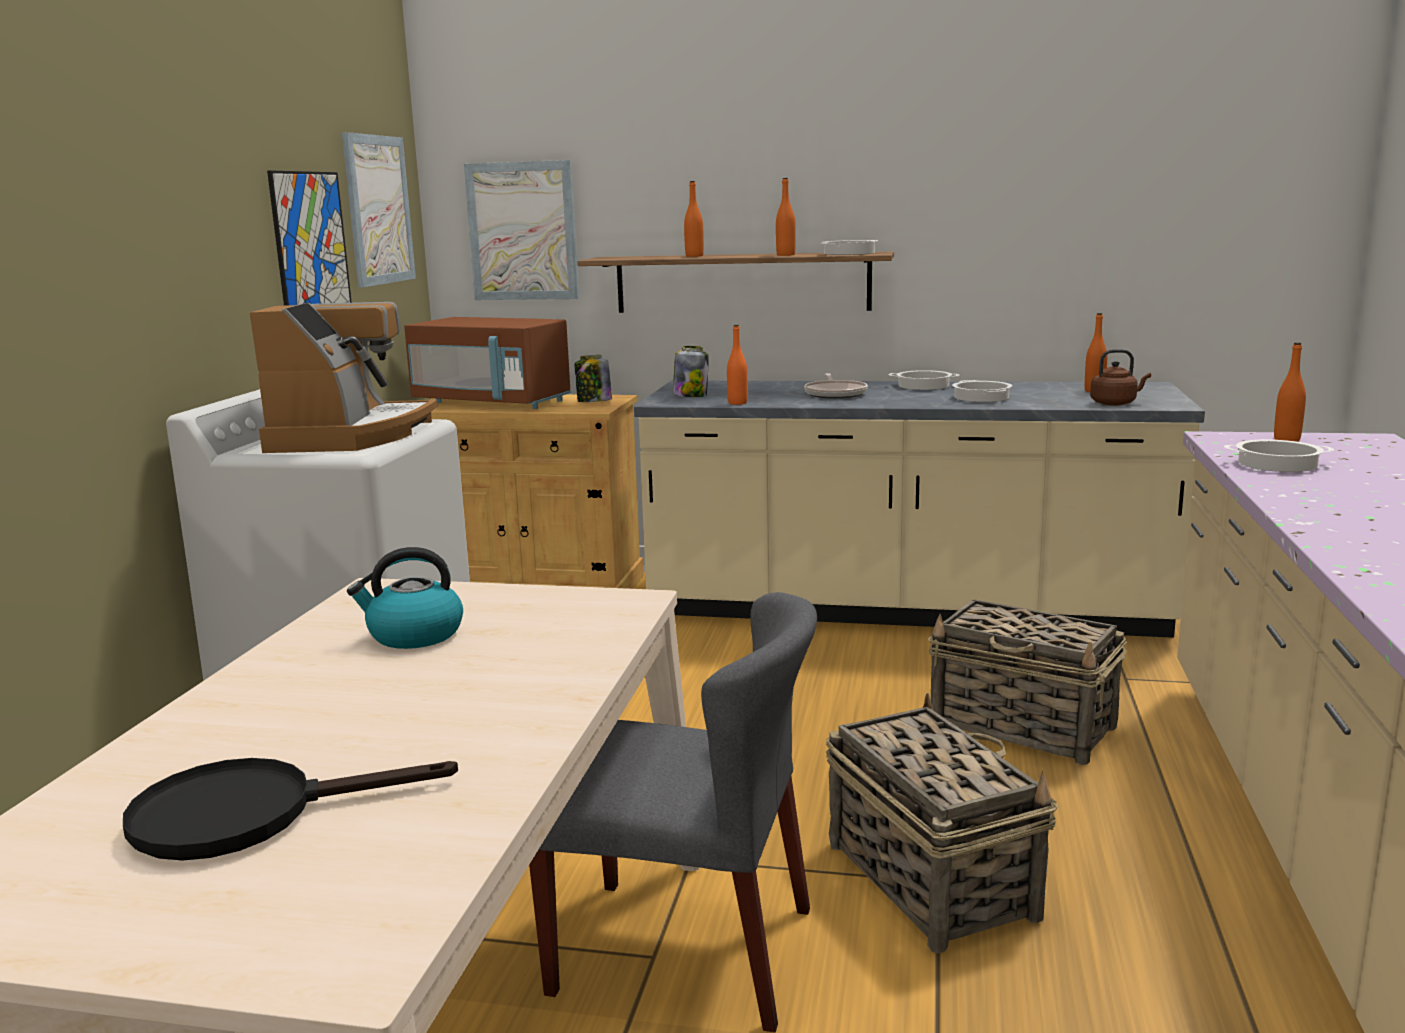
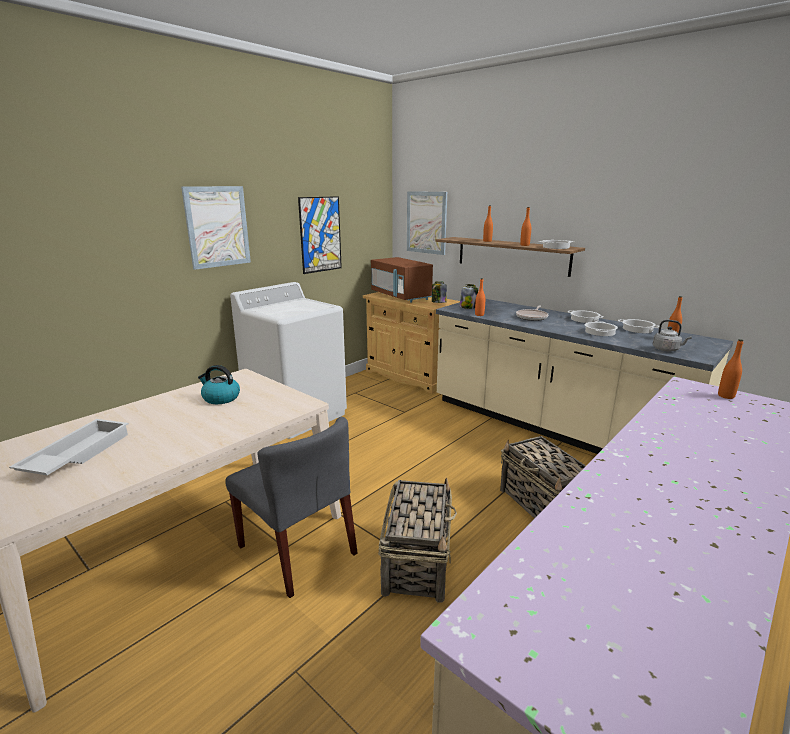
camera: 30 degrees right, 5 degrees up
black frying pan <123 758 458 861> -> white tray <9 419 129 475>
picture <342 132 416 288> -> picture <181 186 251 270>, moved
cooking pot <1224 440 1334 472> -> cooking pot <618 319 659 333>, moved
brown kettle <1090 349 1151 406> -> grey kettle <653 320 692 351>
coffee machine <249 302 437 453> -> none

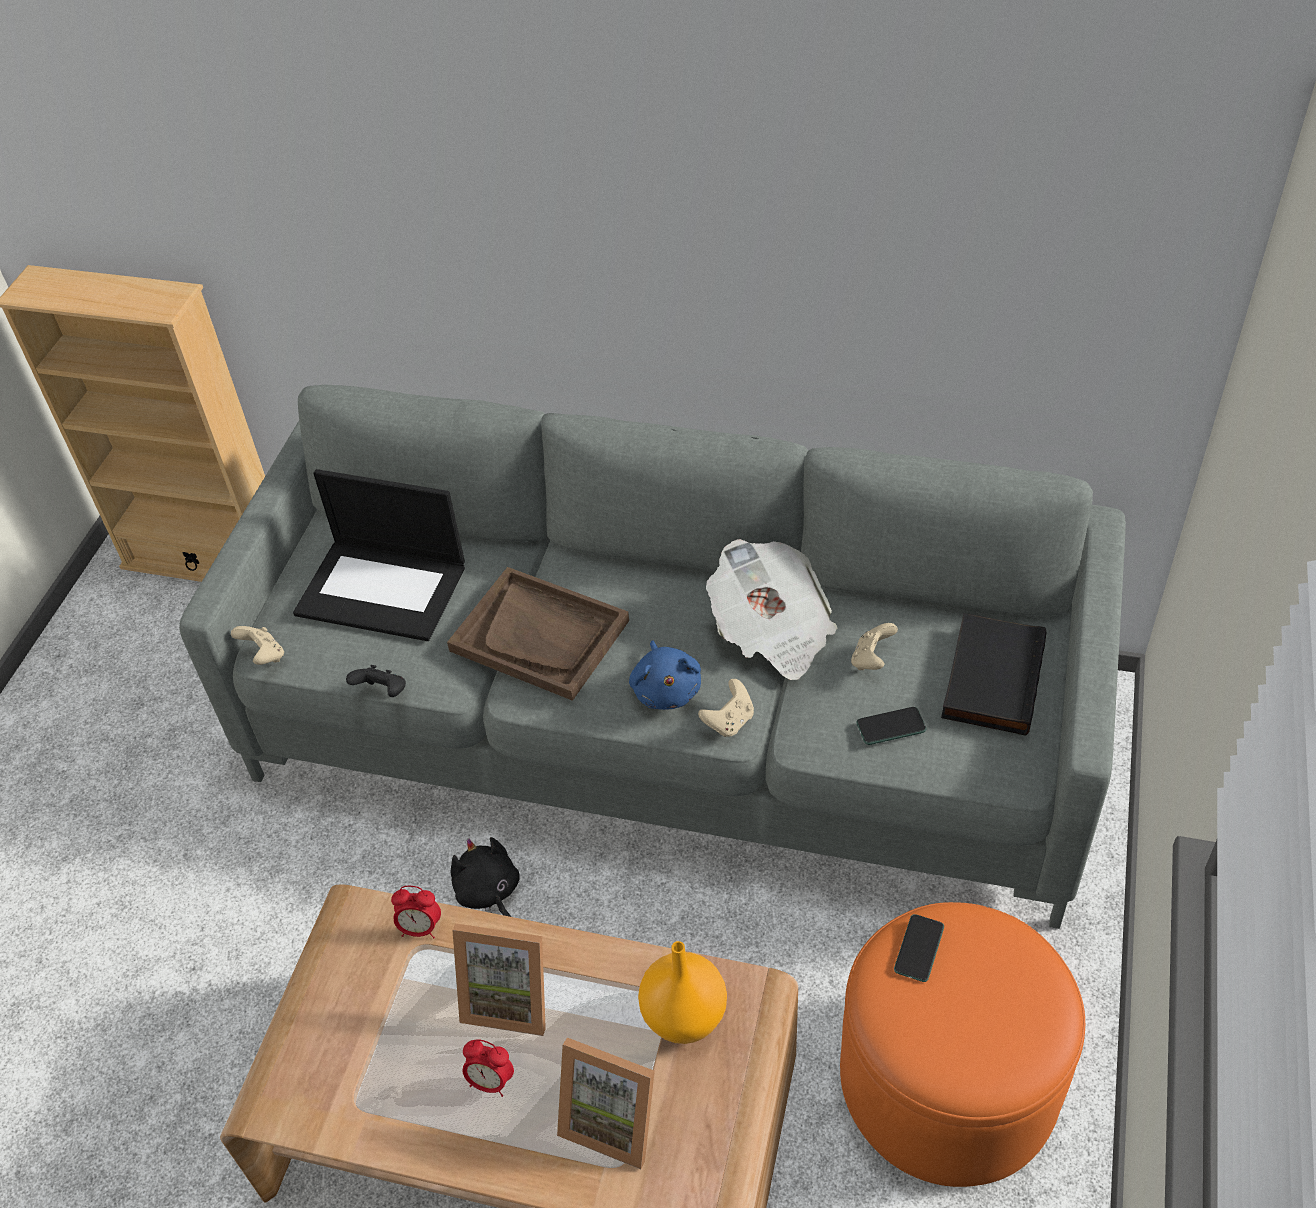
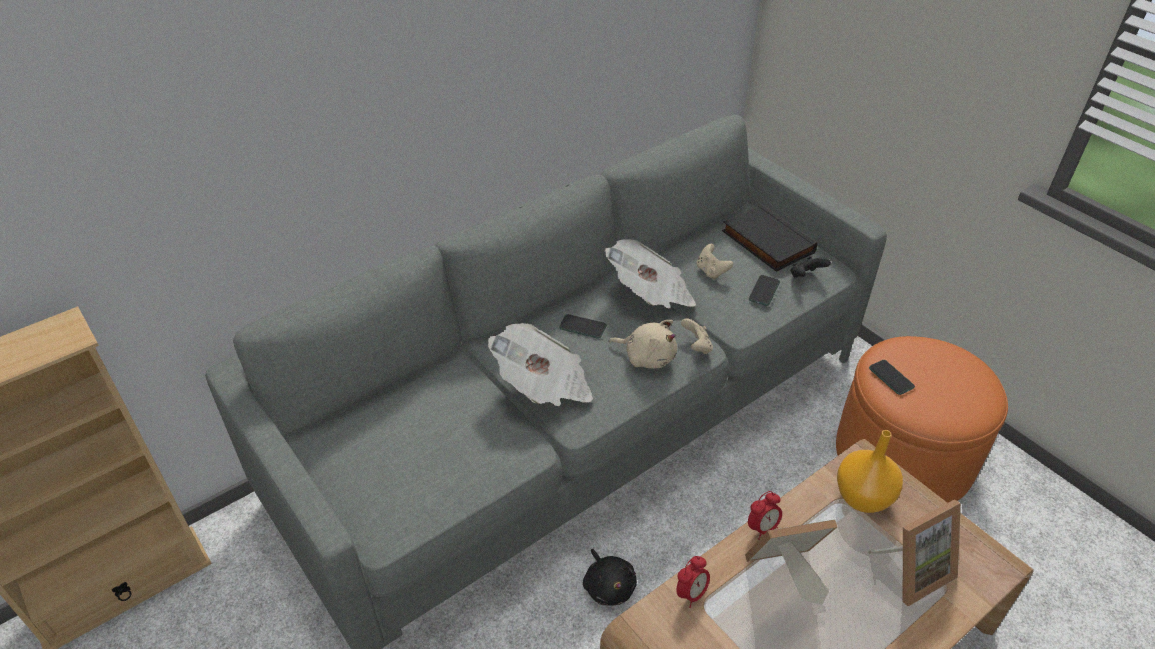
camera: 55 degrees left, 5 degrees down
brown tray <447 567 629 701> -> newspaper <488 323 593 406>
none -> phone <559 314 607 339>
black plush toy <451 837 520 917> -> black plush toy <583 549 637 606>, 120 degrees counterclockwise
blue plush toy <629 641 701 710> -> beige plush toy <609 320 677 368>
picture frame <452 924 546 1036> -> picture frame <745 520 837 605>, 150 degrees counterclockwise
alarm clock <463 1039 514 1097> -> alarm clock <748 491 782 540>, moved
black game controller <346 665 406 697> -> black game controller <791 257 831 278>, moved
beige game controller <231 626 284 665> -> none
laptop <293 469 465 641> -> none

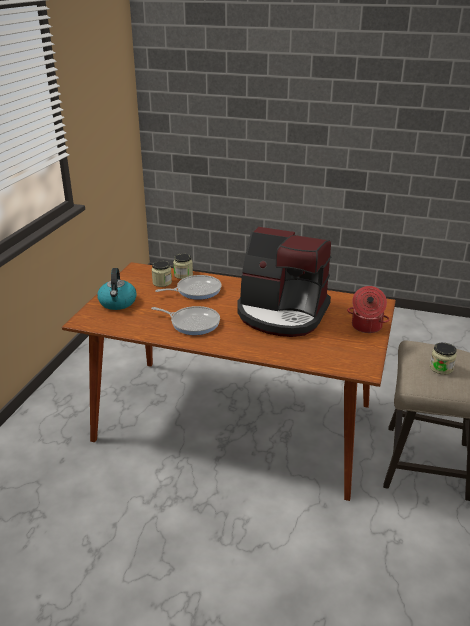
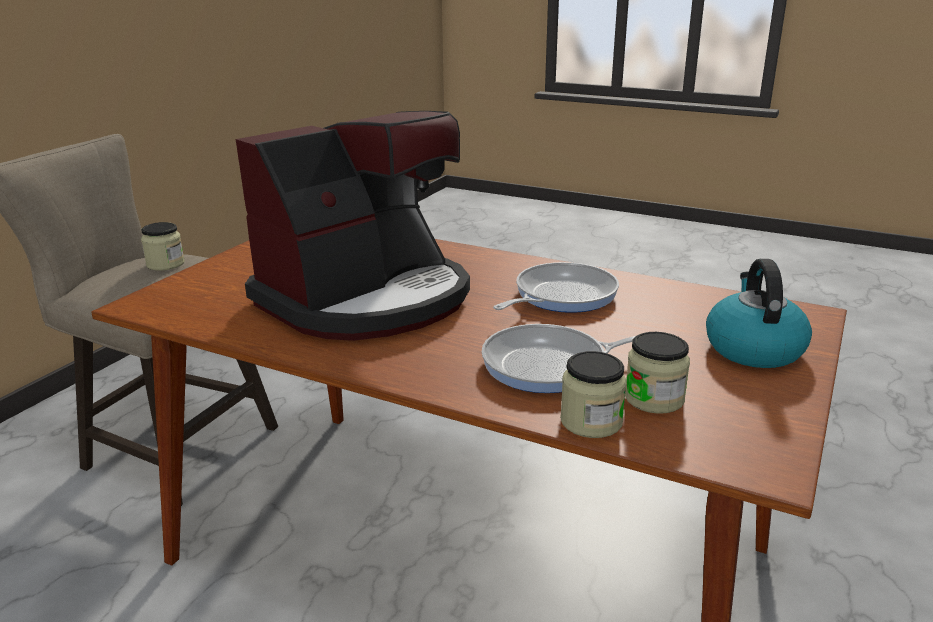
camera: 170 degrees left, 5 degrees down
coffee machine <238 227 331 337> -> coffee machine <236 111 470 341>, 105 degrees clockwise
frying pan <151 306 220 335> -> frying pan <493 262 619 313>, 105 degrees clockwise
cooking pot <347 286 390 333> -> none

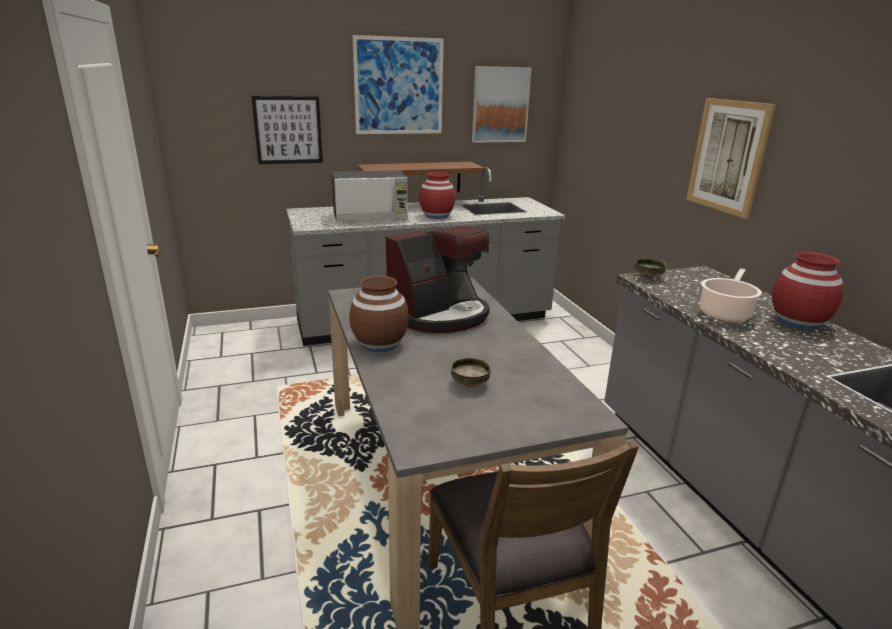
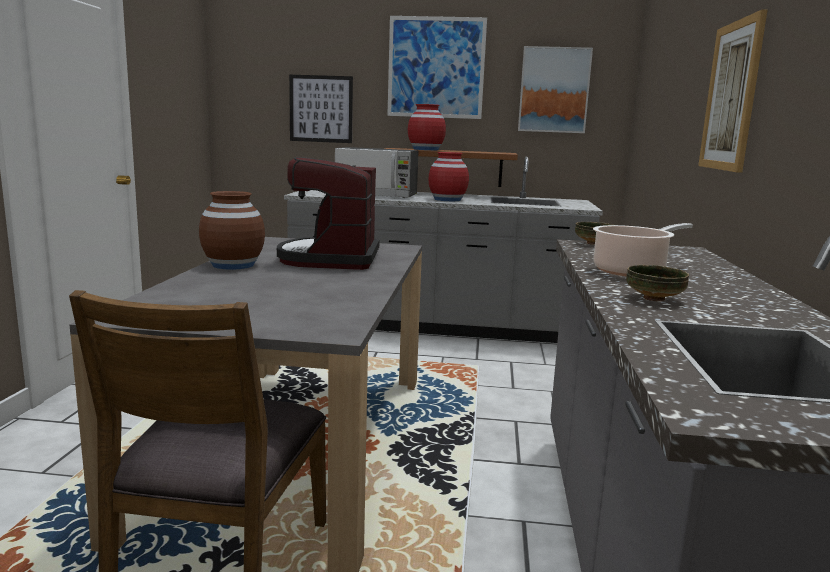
camera: 25 degrees right, 10 degrees down
coffee machine <386 226 490 333> -> coffee machine <277 157 379 270>, 105 degrees clockwise
red vase <772 252 844 330> -> red vase <408 104 446 150>, moved
bowl <451 357 491 387> -> bowl <626 265 689 301>, moved

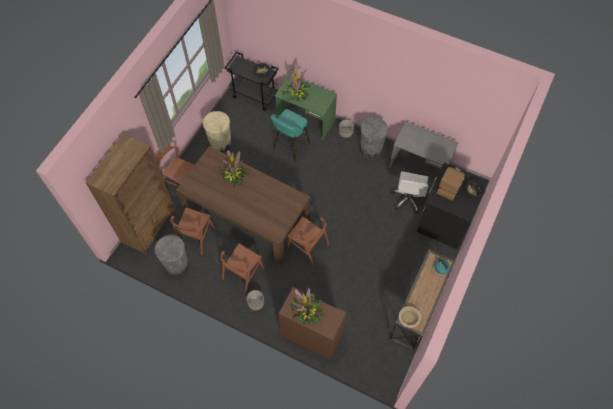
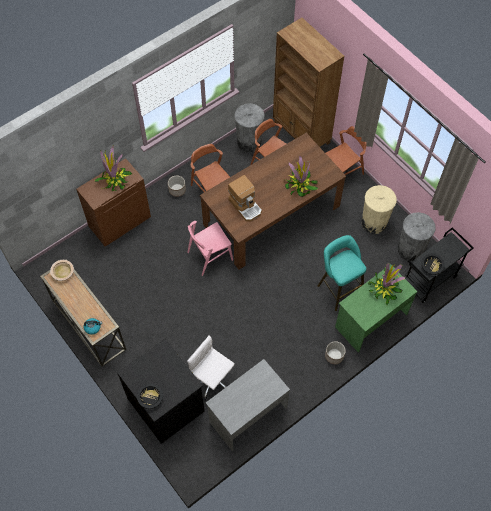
camera: 115 degrees right, 0 degrees up
brown chair <287 217 329 266> -> pink chair <187 221 233 276>
coffee machine <437 167 465 201> -> coffee machine <228 175 262 221>, moved
grey trash can <360 117 388 160> -> grey trash can <398 212 436 261>, moved

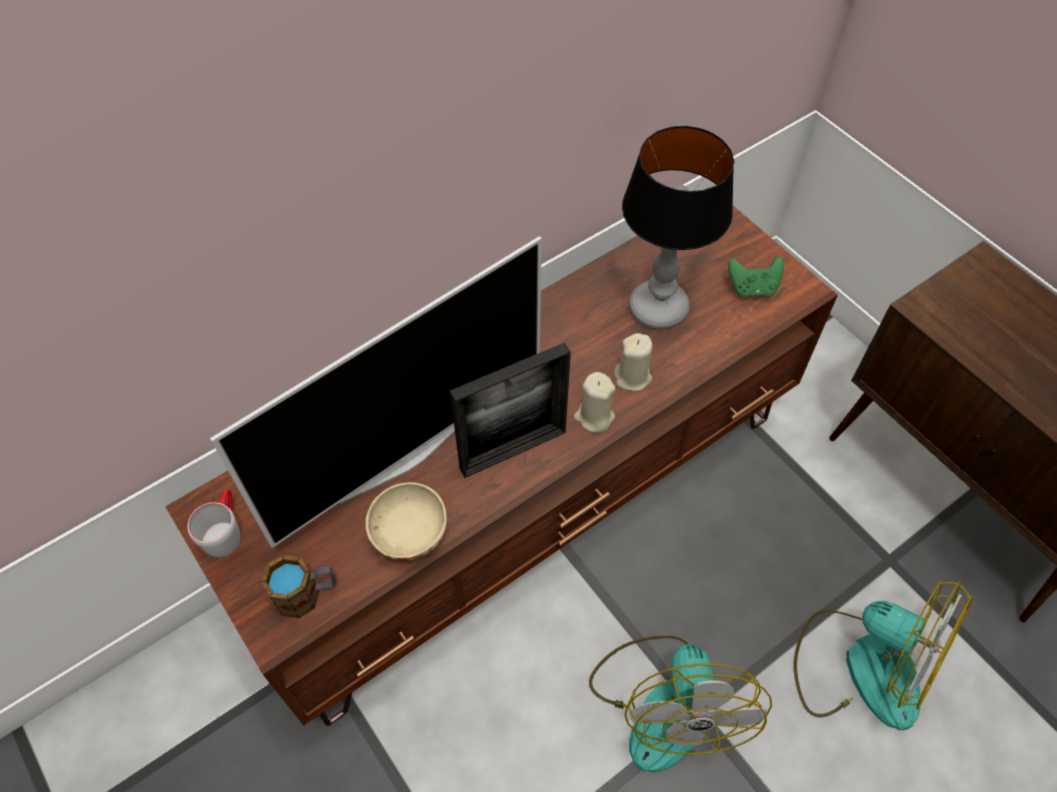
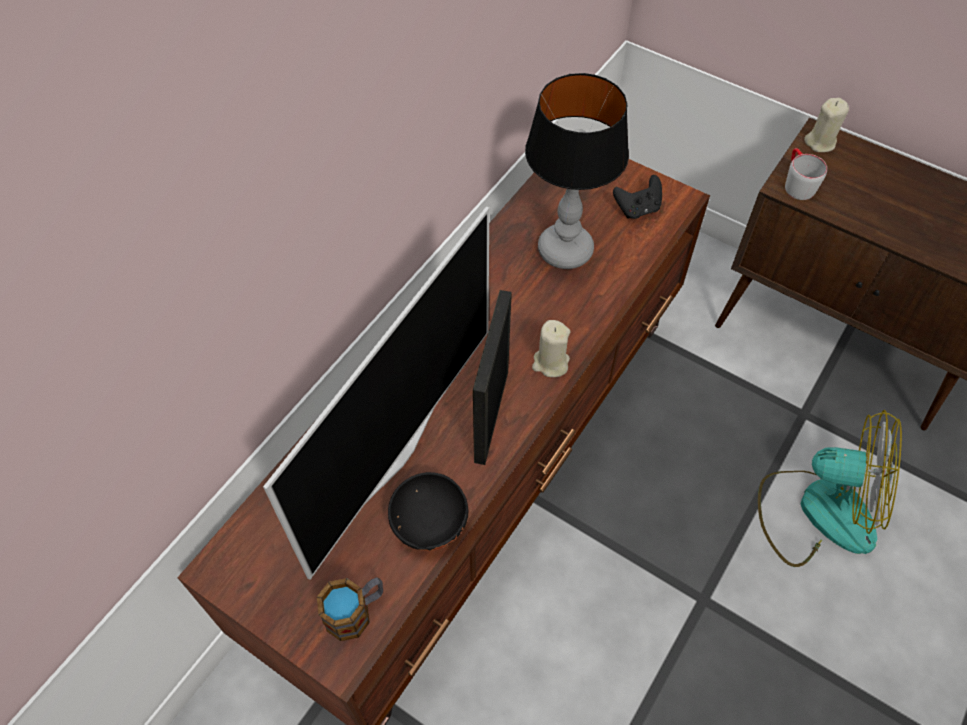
camera: 20 degrees left, 0 degrees up
beige bowl <365 482 447 561> -> black bowl <388 472 468 551>
picture frame <450 342 571 478> -> picture frame <473 290 512 465>, 150 degrees clockwise
green game controller <728 256 784 297> -> black game controller <613 175 662 219>
grey mug <188 489 241 557> -> grey mug <785 148 827 200>, moved
beige candle <614 333 652 391> -> beige candle <804 98 849 152>, moved
fan <589 636 772 773> -> none

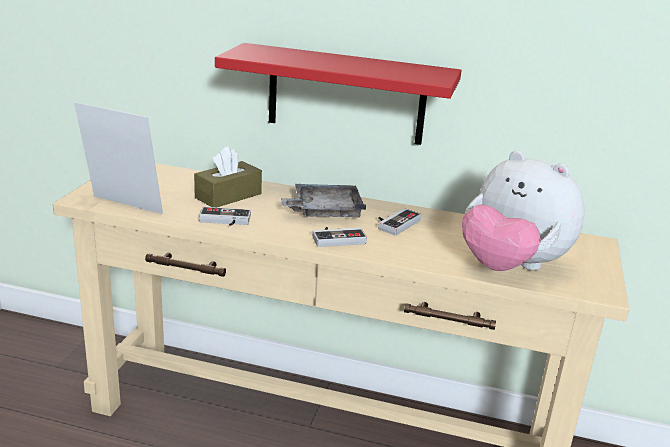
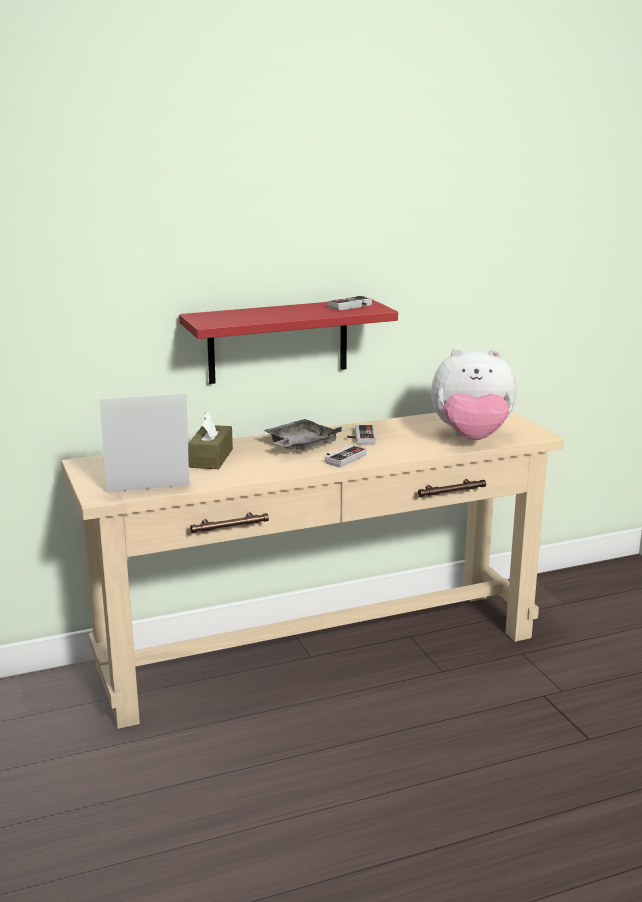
camera: 35 degrees left, 5 degrees down
game controller <199 207 251 226> -> game controller <328 296 372 311>, moved

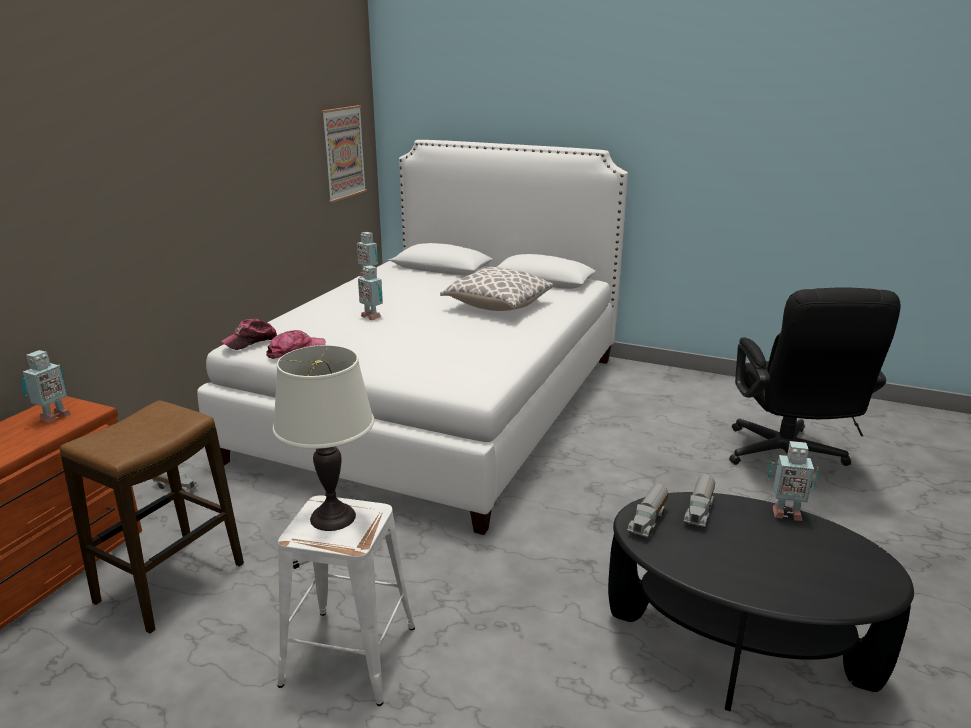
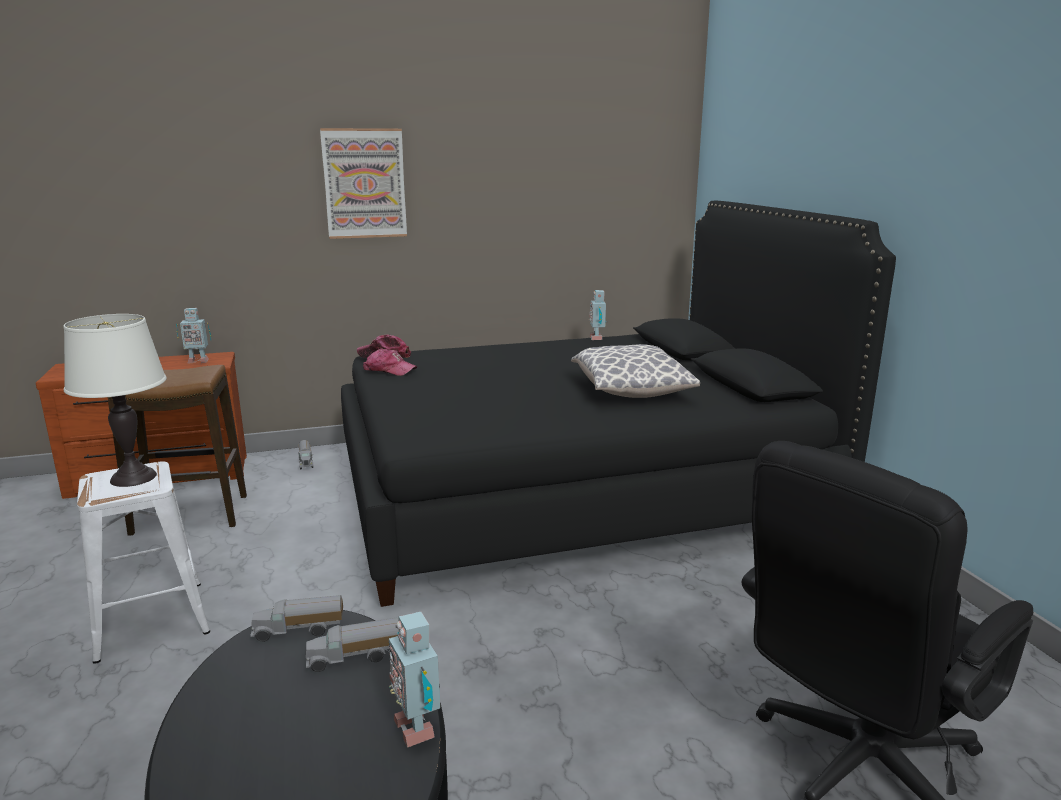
camera: 50 degrees right, 5 degrees down
picture <322 105 367 203> -> picture <320 128 407 239>, moved
white bed <197 140 628 535> -> black bed <341 201 896 607>
toy robot <358 265 383 320> -> none

